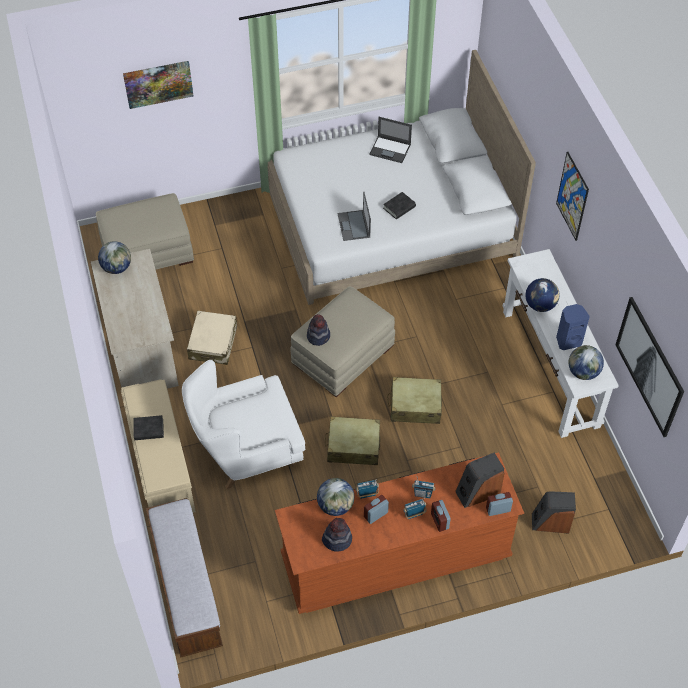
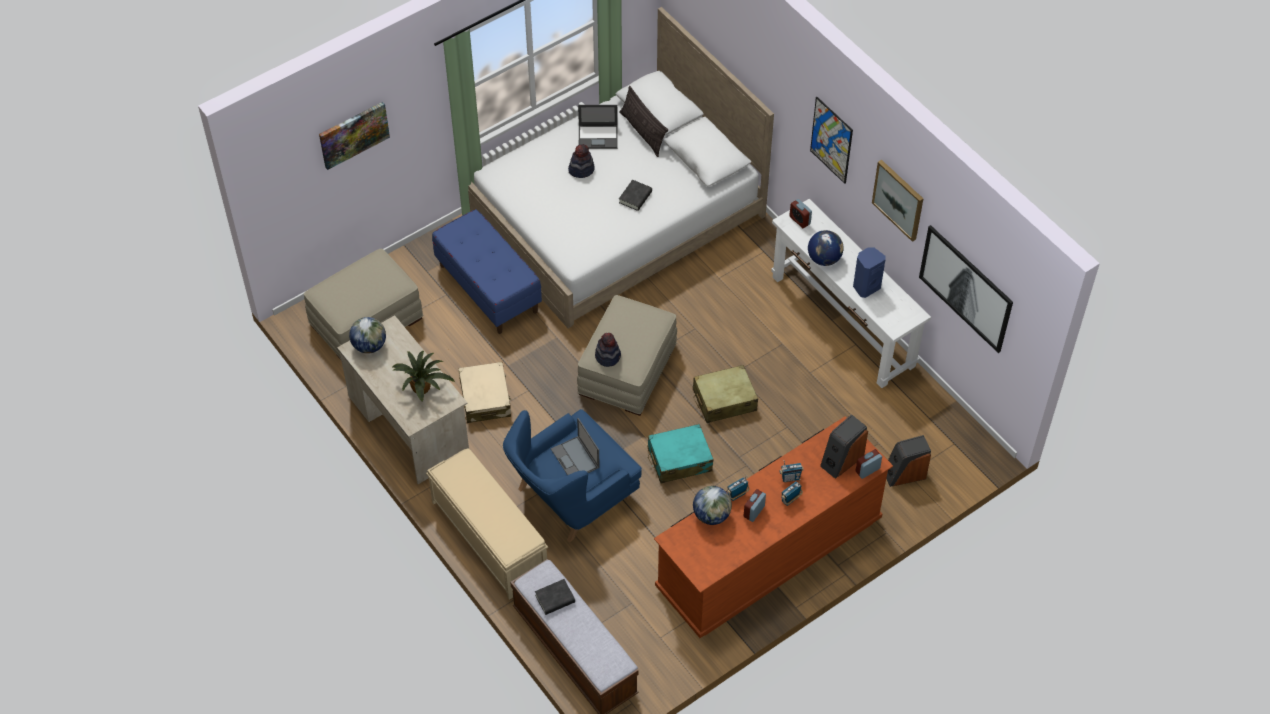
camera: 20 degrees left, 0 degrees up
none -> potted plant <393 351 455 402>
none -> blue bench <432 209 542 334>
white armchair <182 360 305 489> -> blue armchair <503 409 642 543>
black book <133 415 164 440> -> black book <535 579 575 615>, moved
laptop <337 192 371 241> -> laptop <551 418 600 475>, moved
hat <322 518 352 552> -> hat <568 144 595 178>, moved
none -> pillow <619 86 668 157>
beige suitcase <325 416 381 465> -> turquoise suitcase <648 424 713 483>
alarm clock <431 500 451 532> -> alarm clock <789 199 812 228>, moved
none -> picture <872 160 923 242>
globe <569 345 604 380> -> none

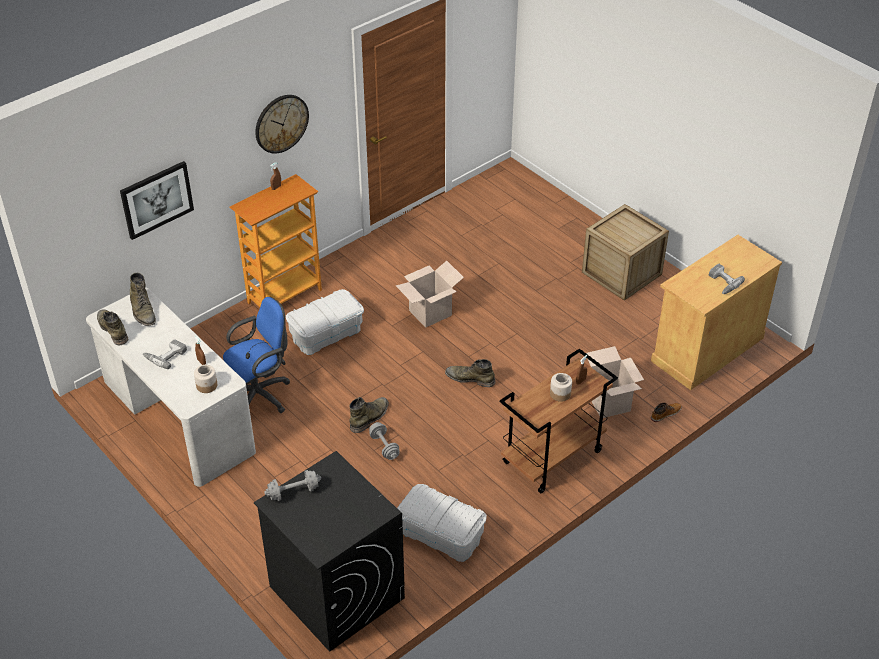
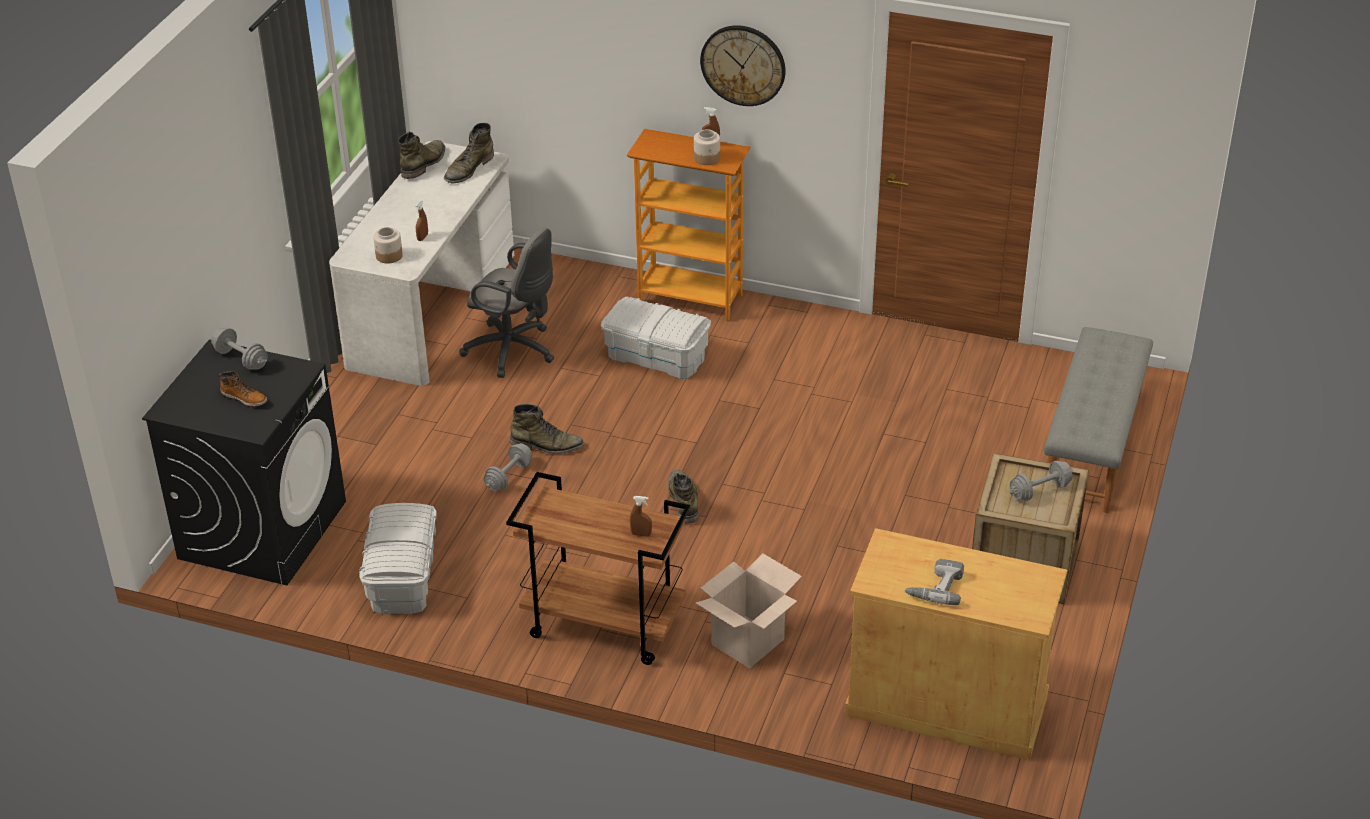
camera: 60 degrees right, 5 degrees down
boot <651 402 682 422> -> boot <218 371 267 407>, moved
blue office chair <223 297 290 413> -> grey office chair <459 227 554 378>
jar <550 373 572 402> -> jar <694 129 720 165>, moved
none -> grey dumbbell <1009 461 1073 501>
none -> grey bench <1044 327 1153 513>
picture <120 161 194 240> -> none
power drill <143 339 187 369> -> none
cardboard box <396 261 464 328> -> none

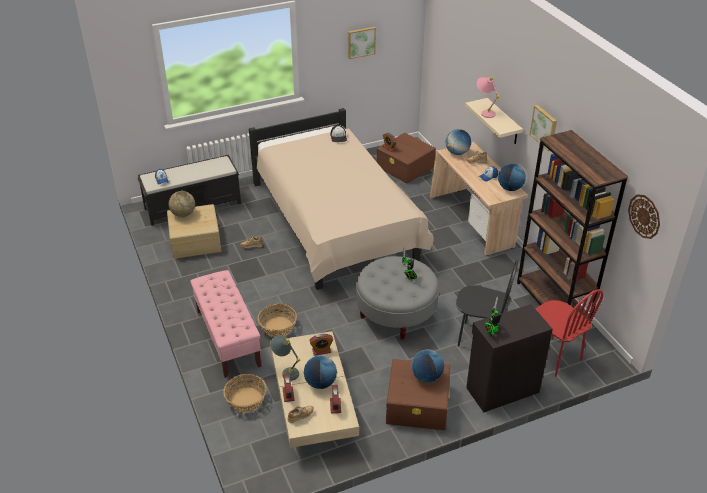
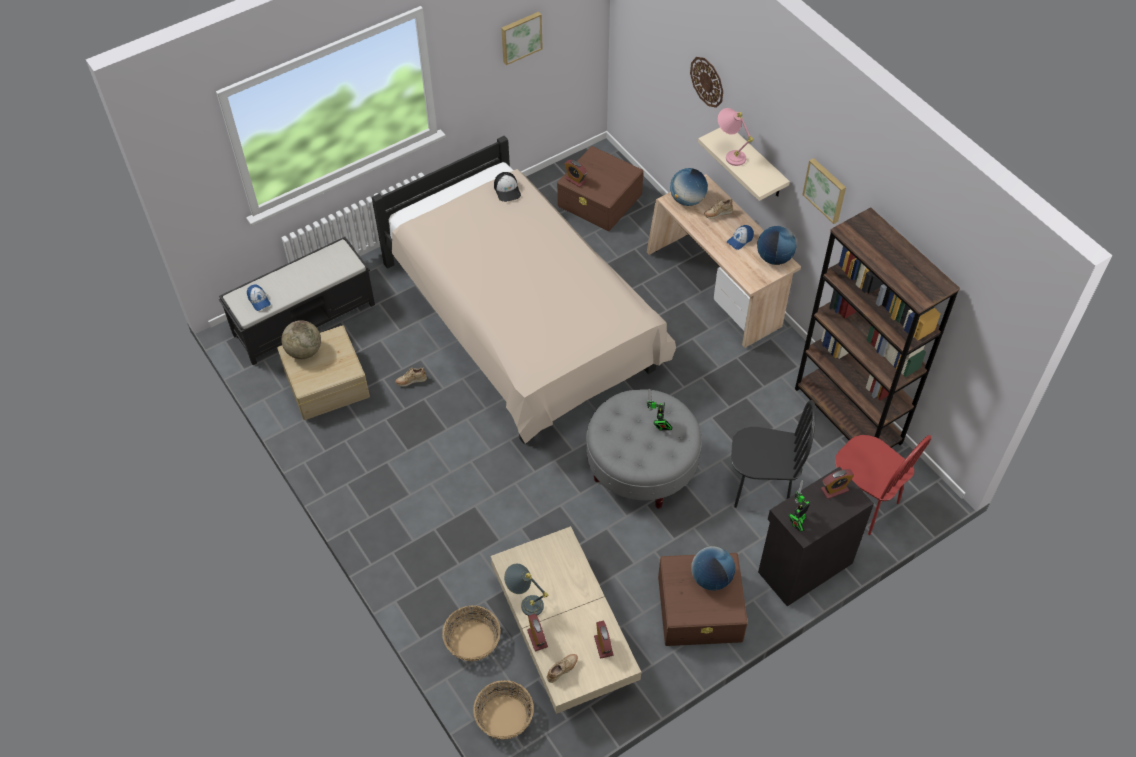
camera: 10 degrees left, 15 degrees up
basket <258 304 297 337> -> basket <473 680 534 740>, moved
wall clock <628 194 660 239> -> wall clock <690 57 723 108>, moved
alarm clock <310 334 333 356> -> alarm clock <821 469 854 499>, moved
pink bench <190 270 261 378> -> none
globe <304 355 337 389> -> none

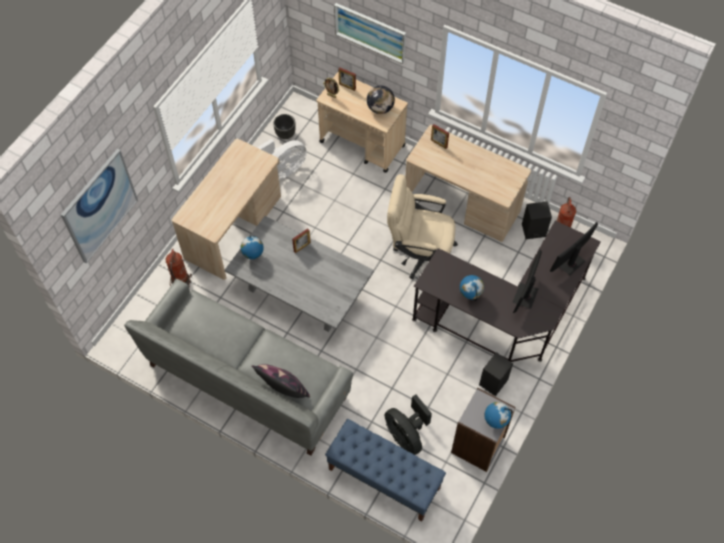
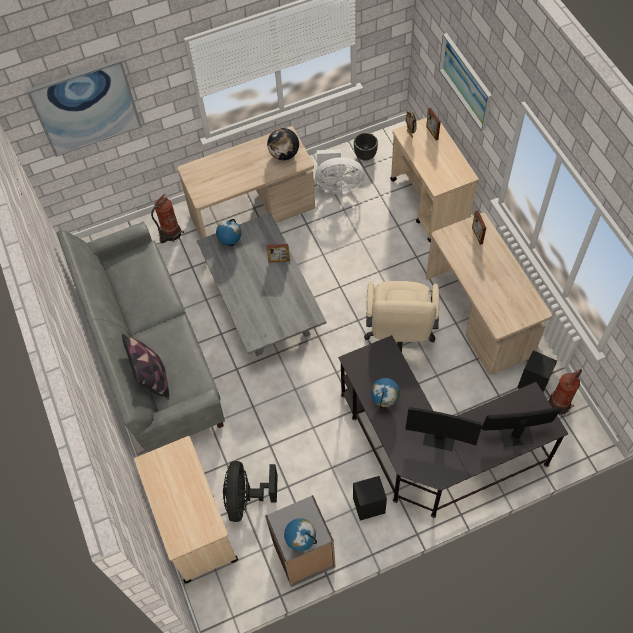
camera: 40 degrees right, 0 degrees up
blue bench <325 419 446 522> -> beige cart <134 436 238 583>
globe <367 85 395 114> -> globe <267 128 299 160>, moved
beige office chair <387 174 458 279> -> beige office chair <364 281 439 352>, 135 degrees counterclockwise
monitor <512 250 542 313> -> monitor <405 407 482 452>, 135 degrees counterclockwise

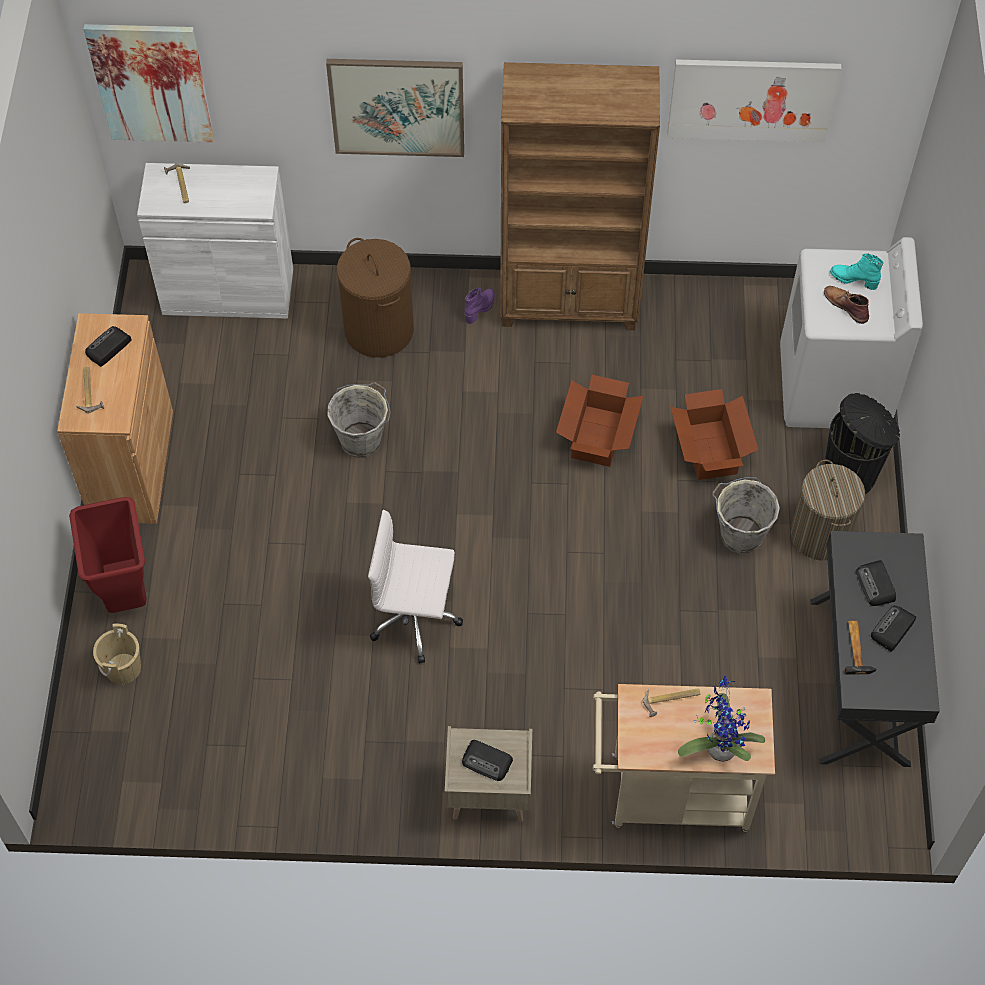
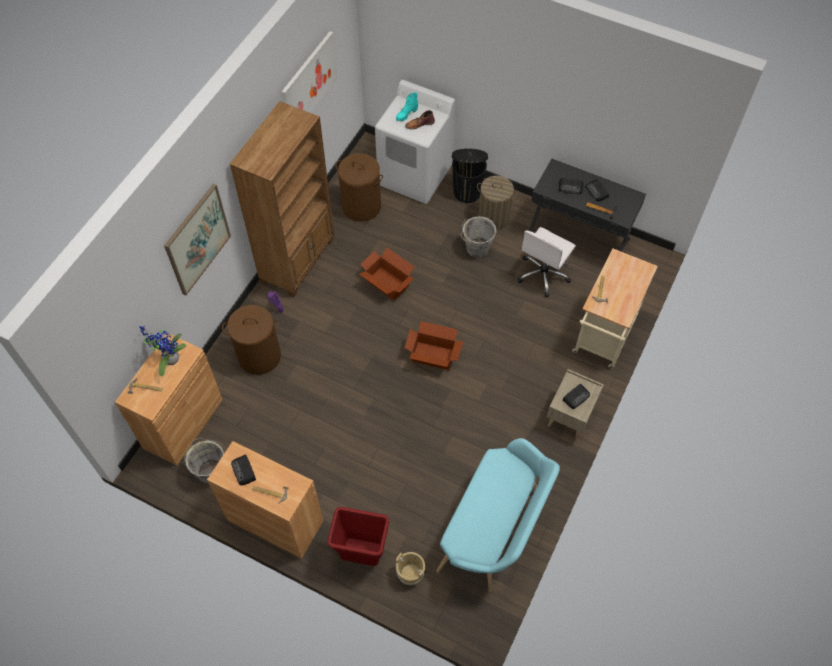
camera: 65 degrees left, 0 degrees up
white cabinet <137 163 293 319> -> brown cabinet <115 334 223 466>
potted plant <678 676 765 762> -> potted plant <139 325 186 376>, moved
grey bucket <327 382 391 458> -> grey bucket <184 437 224 485>, moved
none -> brown laundry basket <335 153 383 222>
cardboard box <670 389 758 480> -> cardboard box <404 321 463 370>, moved
none -> turquoise bench <436 438 560 592>
white office chair <368 510 463 664> -> white office chair <517 227 576 297>, moved
picture <83 24 214 143> -> none

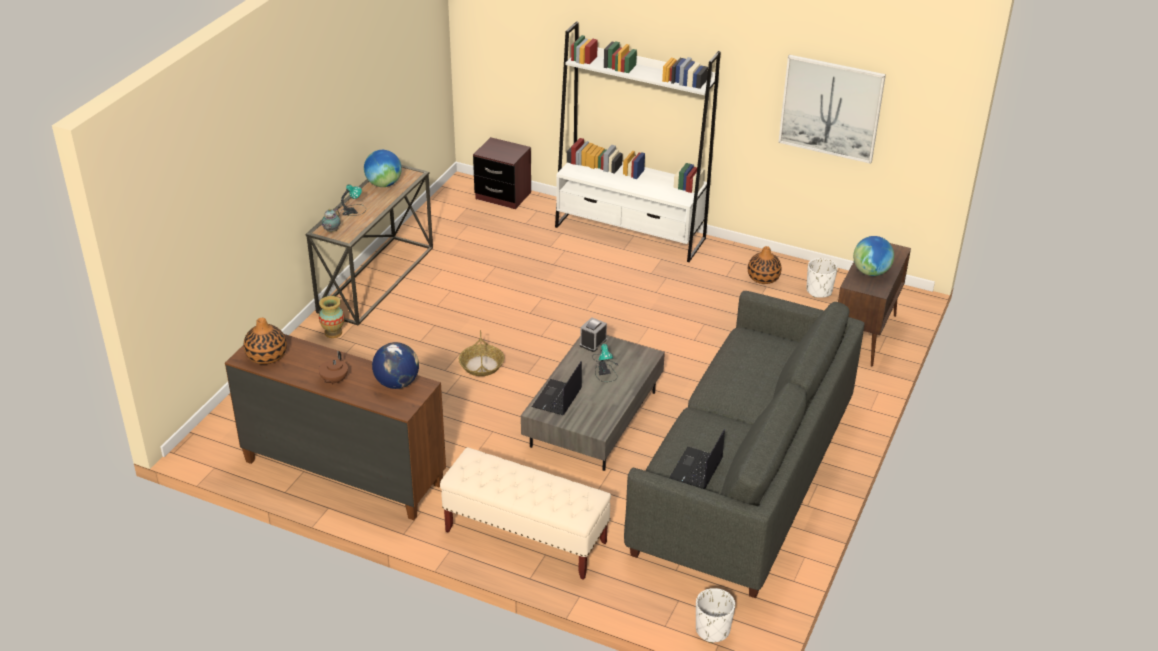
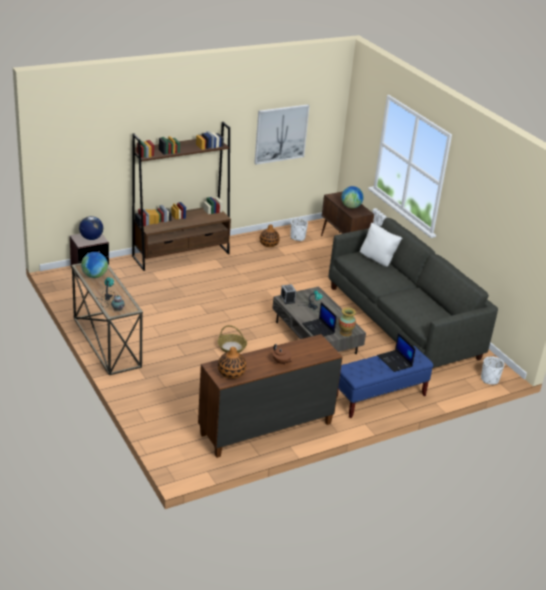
camera: 55 degrees left, 5 degrees down
globe <372 342 419 389> -> globe <79 216 103 240>, moved
white bookcase <555 21 721 262> -> brown bookcase <132 122 231 271>
beige bench <440 447 611 580> -> blue bench <337 346 433 418>
vase <319 296 345 338> -> vase <339 307 356 336>, moved
none -> white pillow <360 222 402 267>
laptop <669 430 725 489> -> laptop <377 333 416 372>, moved

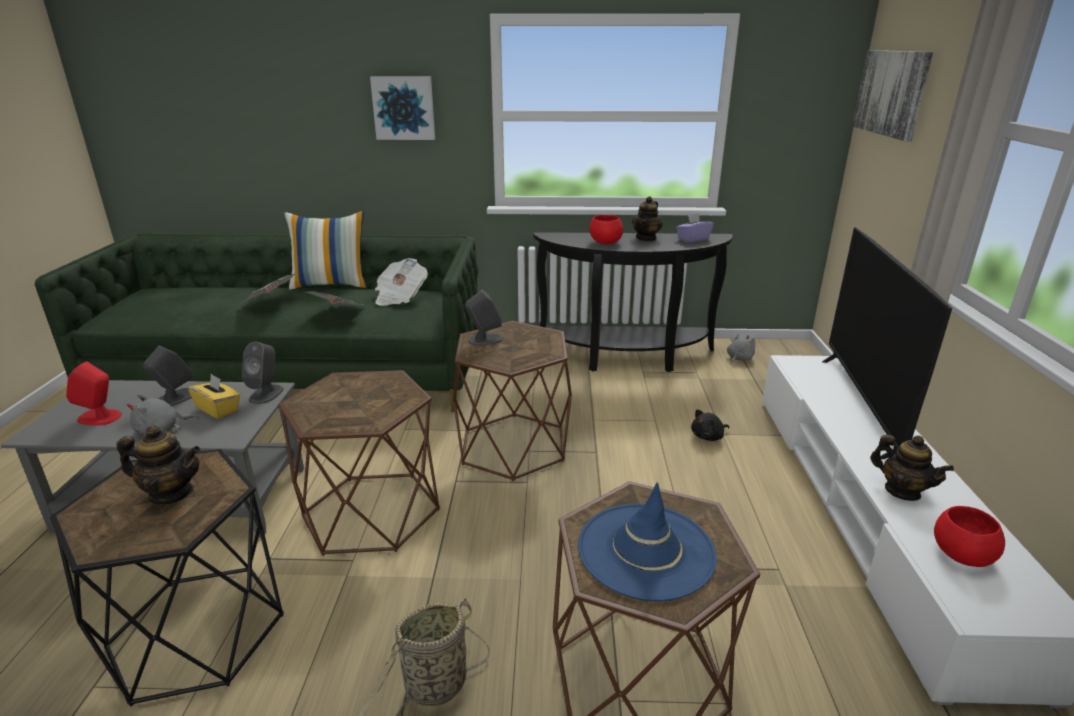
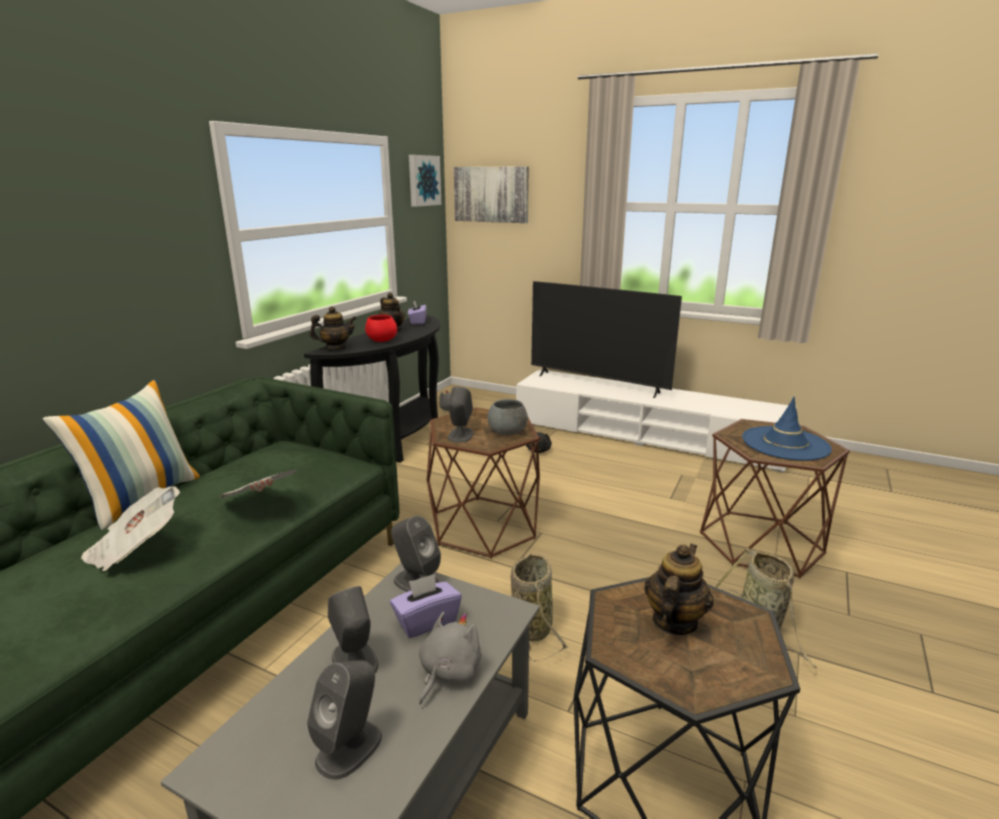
camera: 65 degrees left, 5 degrees down
red speaker <66 361 122 425> -> grey speaker <307 660 382 780>
teapot <870 435 954 501> -> teapot <310 306 357 350>, moved
yellow tissue box <188 374 240 419> -> purple tissue box <390 574 461 638>
picture <370 76 435 140> -> picture <409 155 441 207>, moved
grey plush toy <127 394 199 435> -> grey plush toy <419 612 482 705>, 150 degrees counterclockwise
none -> grey bowl <487 399 528 435>
brown side table <279 370 440 556> -> basket <511 553 568 662>
newspaper <375 258 428 306> -> none
red bowl <934 506 1005 567> -> none

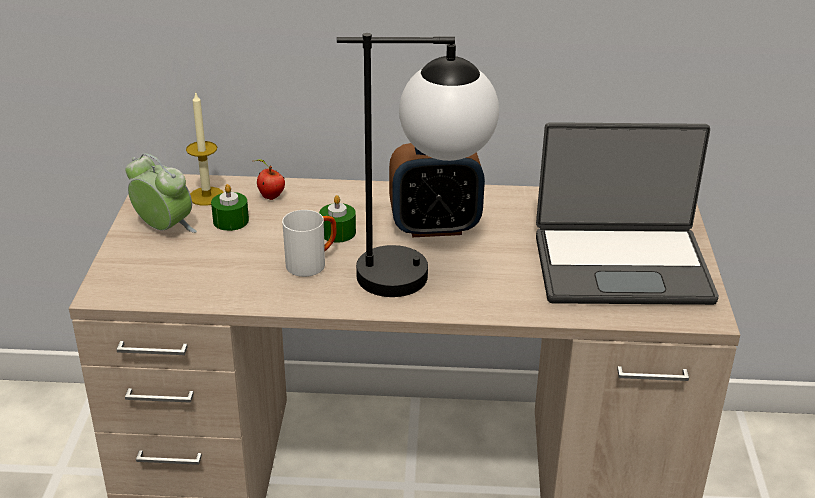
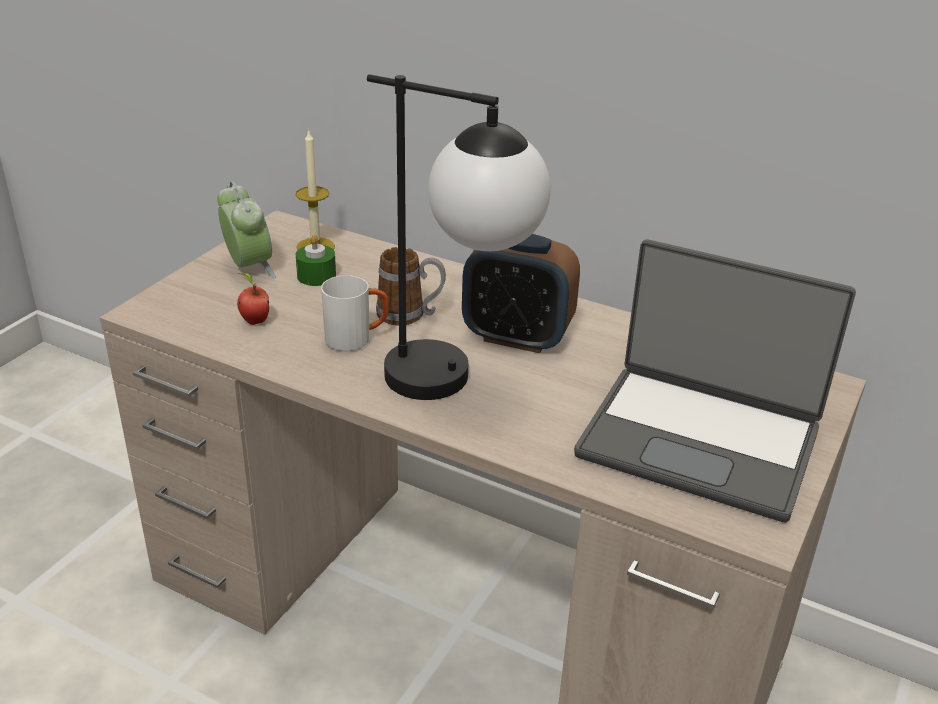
camera: 25 degrees right, 0 degrees up
apple <255 159 285 200> -> apple <237 273 269 325>, moved
green candle <319 195 356 243> -> mug <376 247 446 326>

